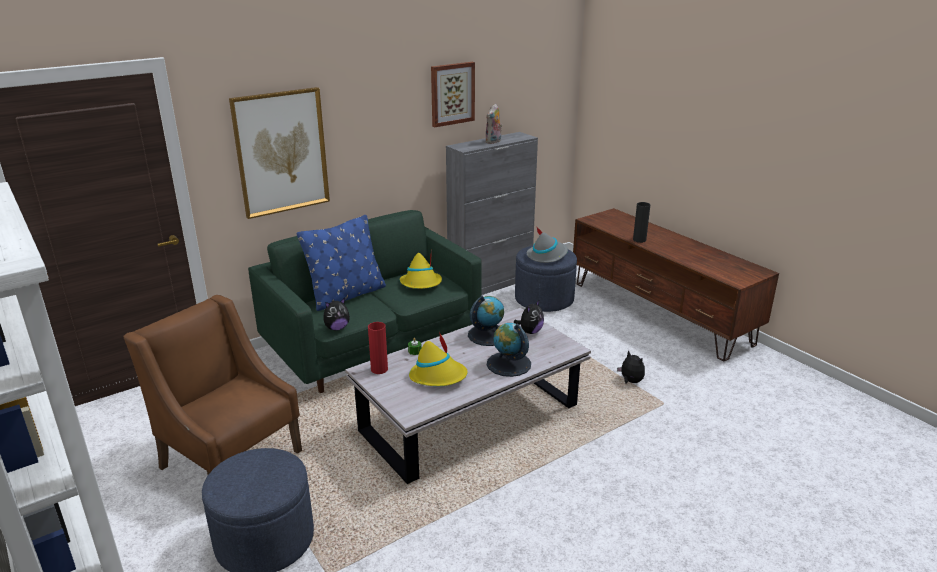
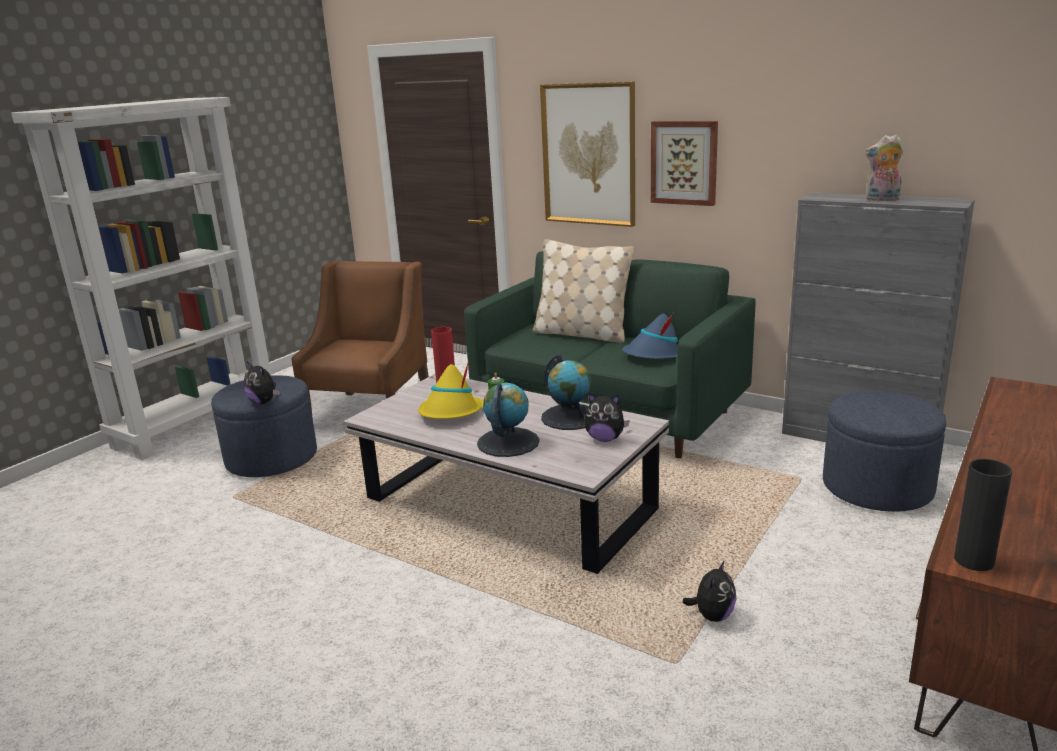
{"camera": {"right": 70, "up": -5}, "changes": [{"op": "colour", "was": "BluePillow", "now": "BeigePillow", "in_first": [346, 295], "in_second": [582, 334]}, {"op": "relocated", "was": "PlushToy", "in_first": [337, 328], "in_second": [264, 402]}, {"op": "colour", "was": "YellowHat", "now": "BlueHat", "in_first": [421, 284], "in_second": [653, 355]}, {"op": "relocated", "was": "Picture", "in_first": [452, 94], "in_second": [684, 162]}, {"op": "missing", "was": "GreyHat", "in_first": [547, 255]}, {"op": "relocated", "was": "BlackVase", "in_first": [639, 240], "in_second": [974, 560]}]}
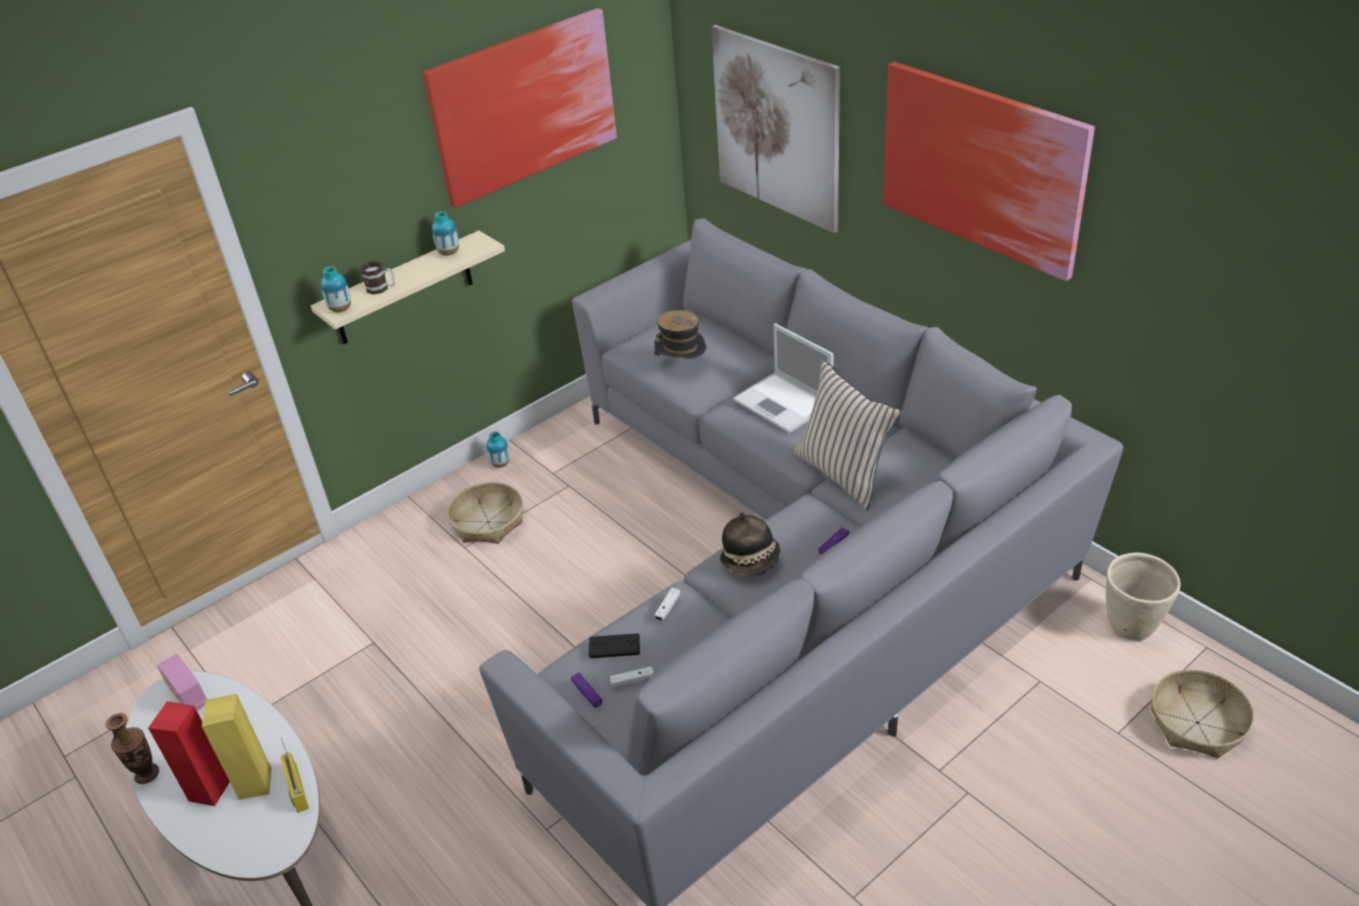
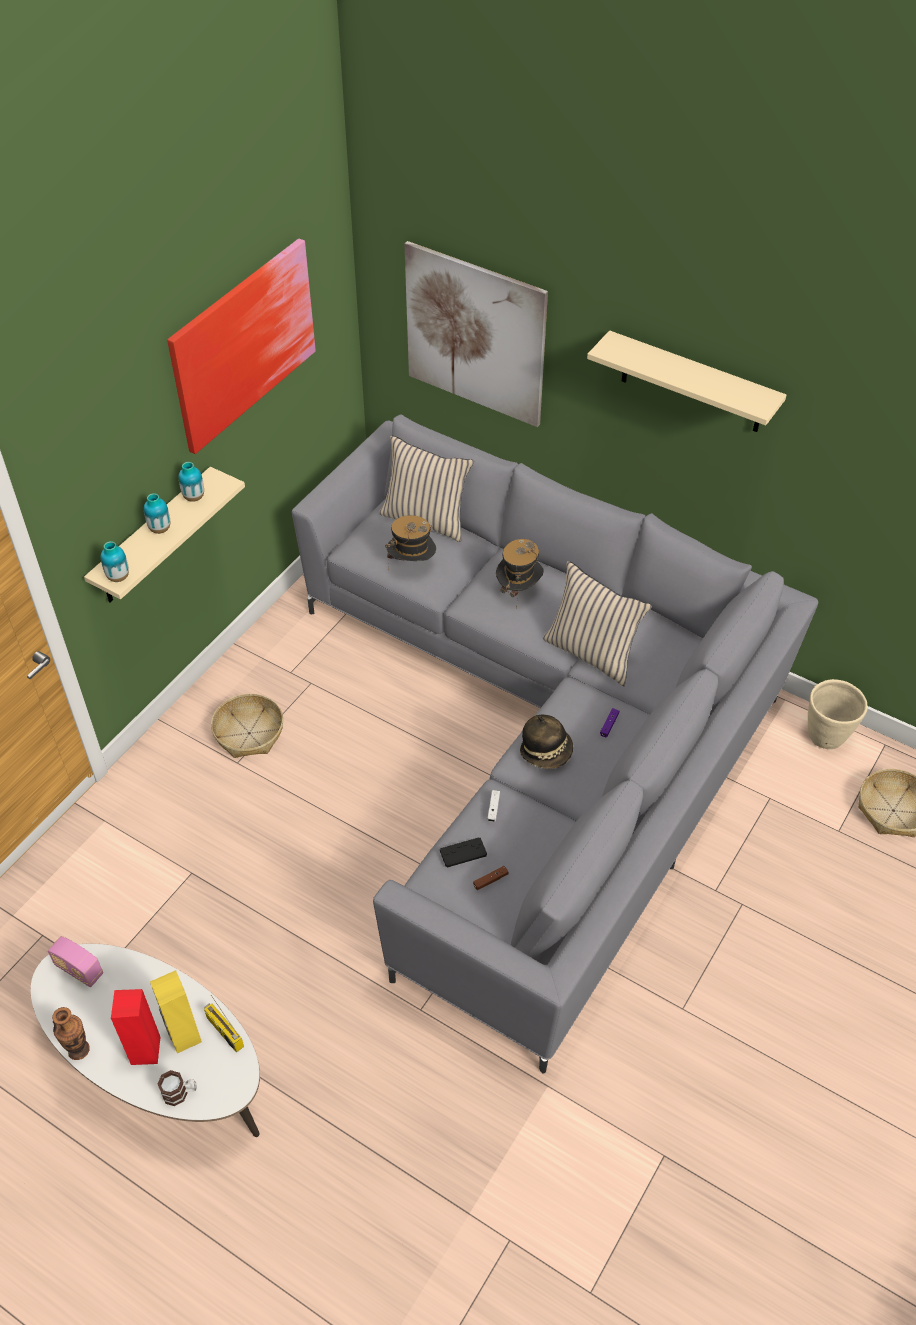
{"camera": {"right": -20, "up": 10}, "changes": [{"op": "relocated", "was": "Mug", "in_first": [382, 288], "in_second": [180, 1093]}, {"op": "relocated", "was": "Vase", "in_first": [500, 464], "in_second": [160, 529]}, {"op": "missing", "was": "PurpleGameController", "in_first": [587, 693]}, {"op": "colour", "was": "WhiteGameController", "now": "BrownGameController", "in_first": [632, 680], "in_second": [490, 880]}, {"op": "exchanged", "was": "Laptop", "now": "Hat", "in_first": [784, 403], "in_second": [518, 590]}, {"op": "exchanged", "was": "Picture", "now": "BeigeShelf", "in_first": [982, 167], "in_second": [692, 383]}, {"op": "appeared", "now": "BeigePillow", "in_second": [426, 519]}]}
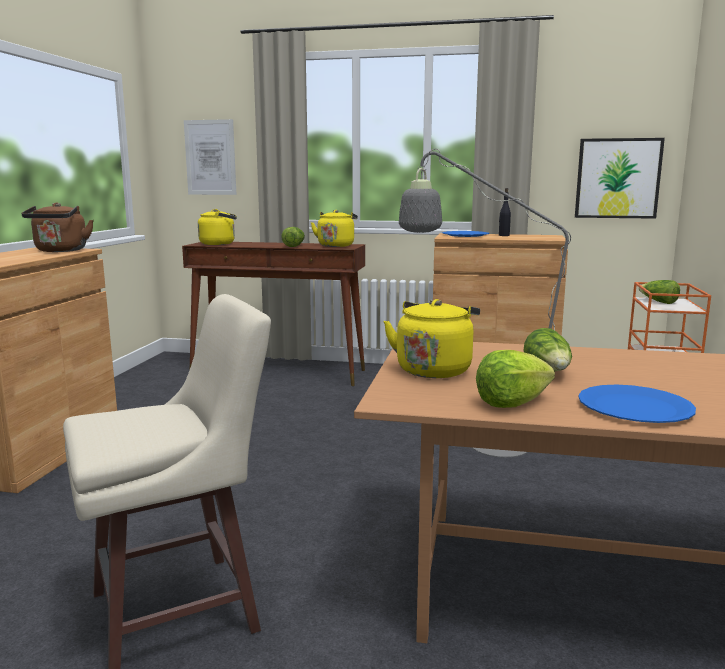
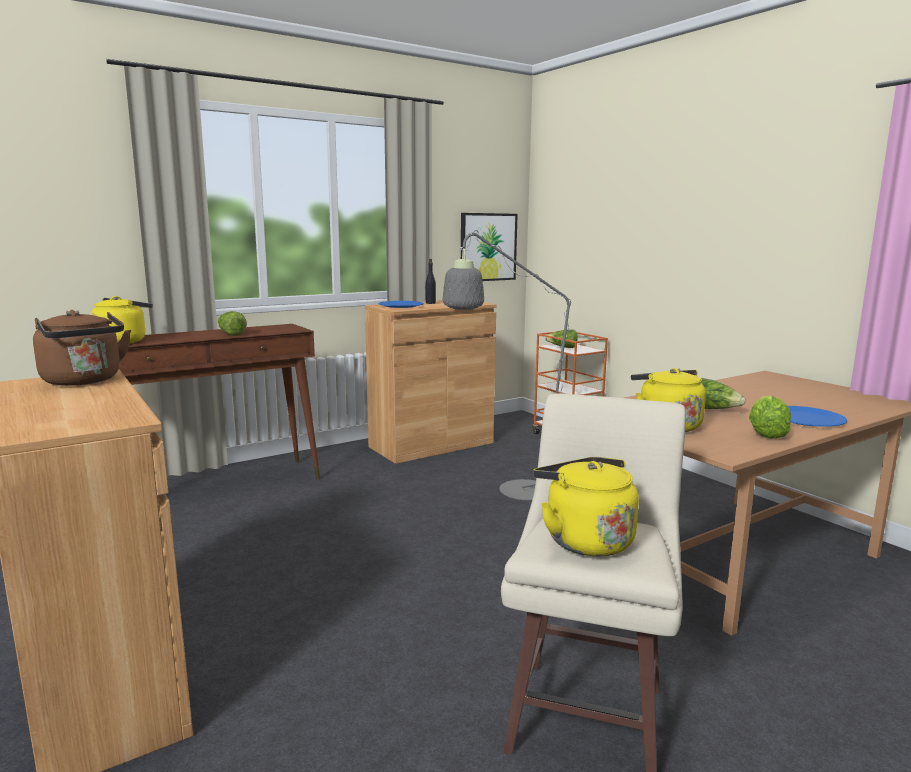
{"camera": {"right": -45, "up": 0}, "changes": [{"op": "missing", "was": "Picture", "in_first": [210, 157]}, {"op": "relocated", "was": "YellowKettle", "in_first": [336, 245], "in_second": [584, 540]}]}
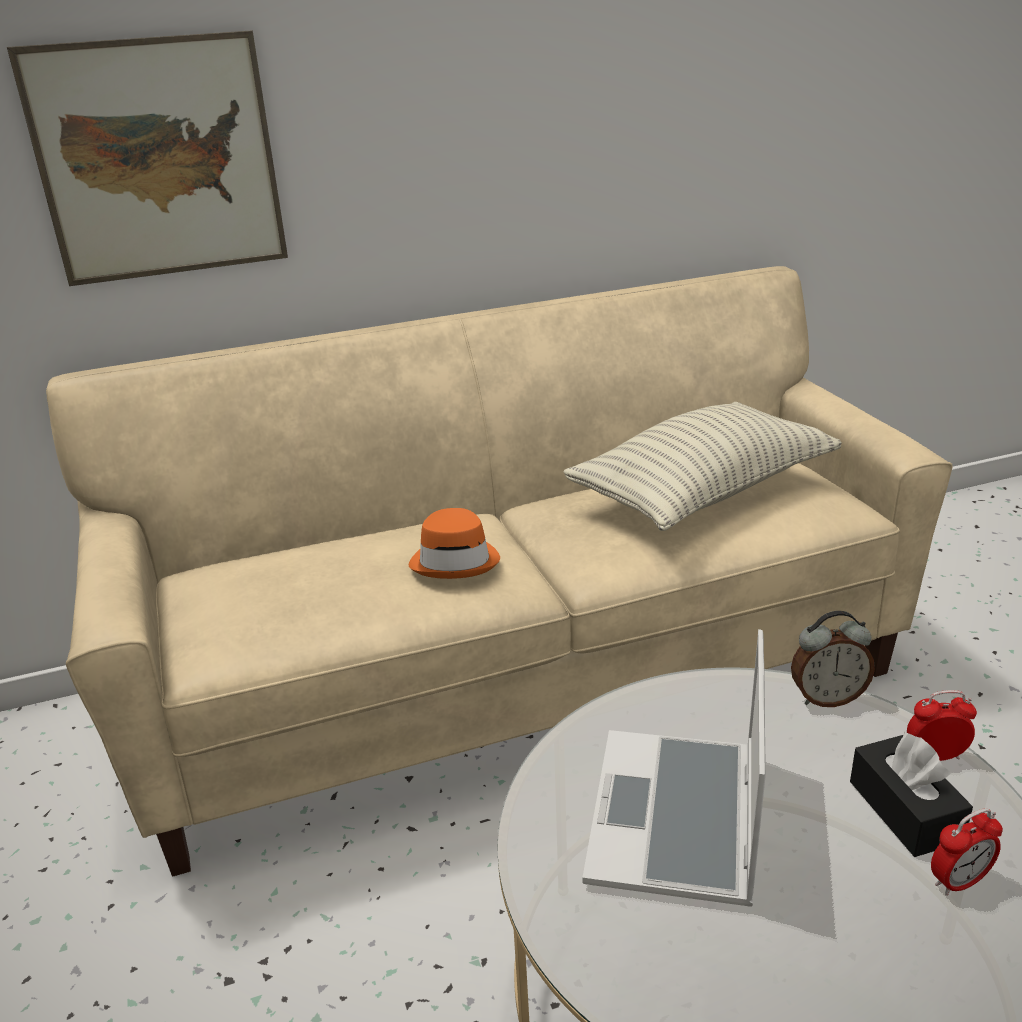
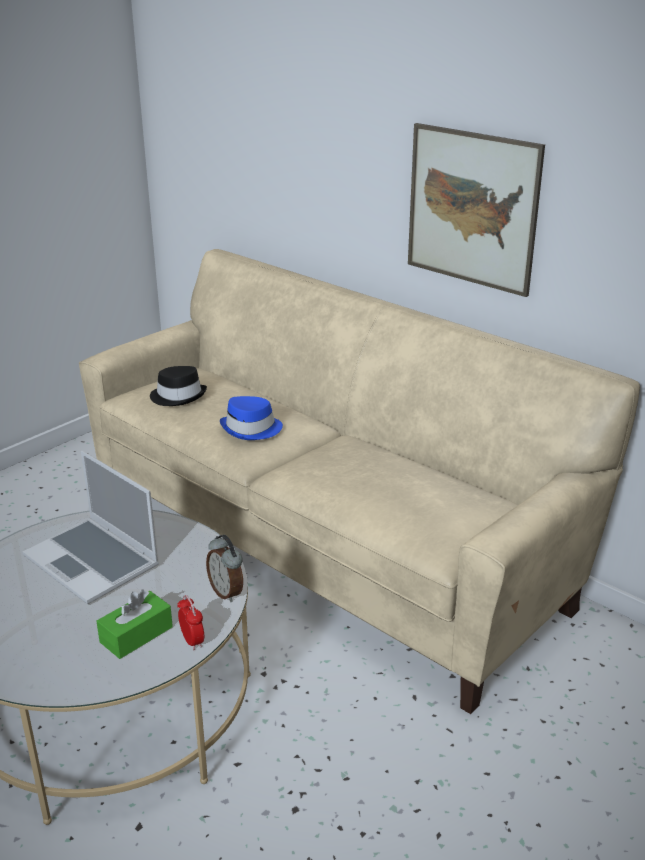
{"camera": {"right": 60, "up": 0}, "changes": [{"op": "relocated", "was": "Picture", "in_first": [158, 160], "in_second": [472, 208]}, {"op": "colour", "was": "OrangeHat", "now": "BlueHat", "in_first": [456, 561], "in_second": [251, 429]}, {"op": "missing", "was": "Pillow", "in_first": [702, 492]}, {"op": "spun", "was": "Laptop", "in_first": [678, 820], "in_second": [94, 562], "clockwise": -120}, {"op": "colour", "was": "BlackTissueBox", "now": "GreenTissueBox", "in_first": [905, 811], "in_second": [136, 635]}, {"op": "missing", "was": "AlarmClock", "in_first": [959, 881]}, {"op": "appeared", "now": "BlackHat", "in_second": [178, 396]}]}
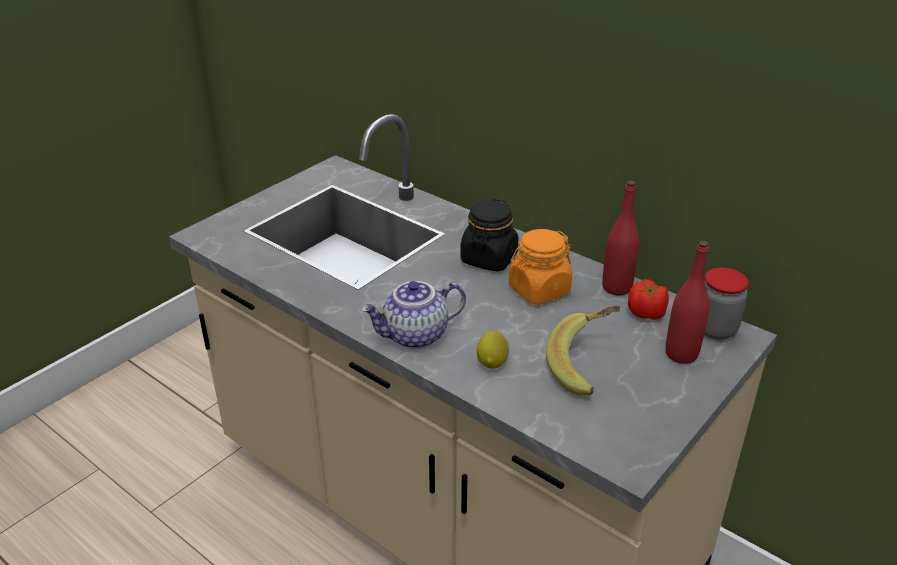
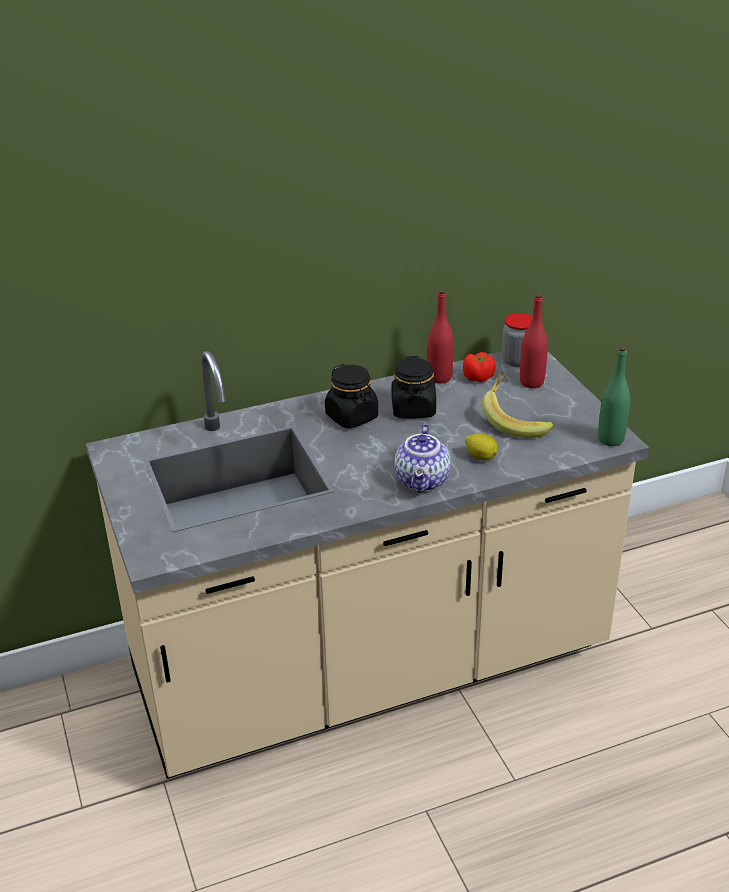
{"camera": {"right": -60, "up": 0}, "changes": [{"op": "colour", "was": "OrangeJar", "now": "BlackJar", "in_first": [539, 290], "in_second": [413, 409]}, {"op": "appeared", "now": "GreenBottle", "in_second": [610, 439]}]}
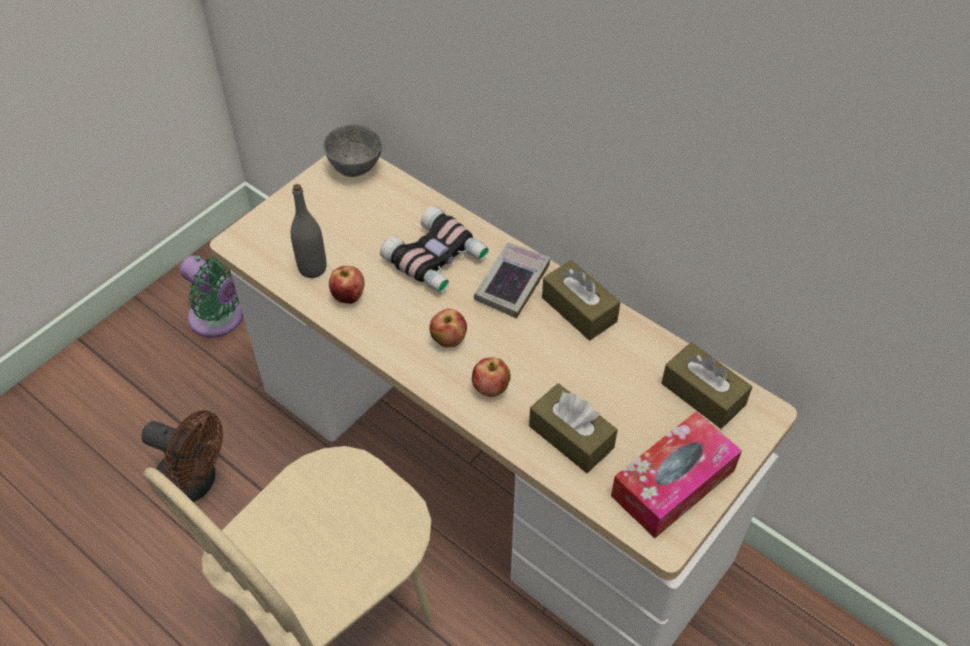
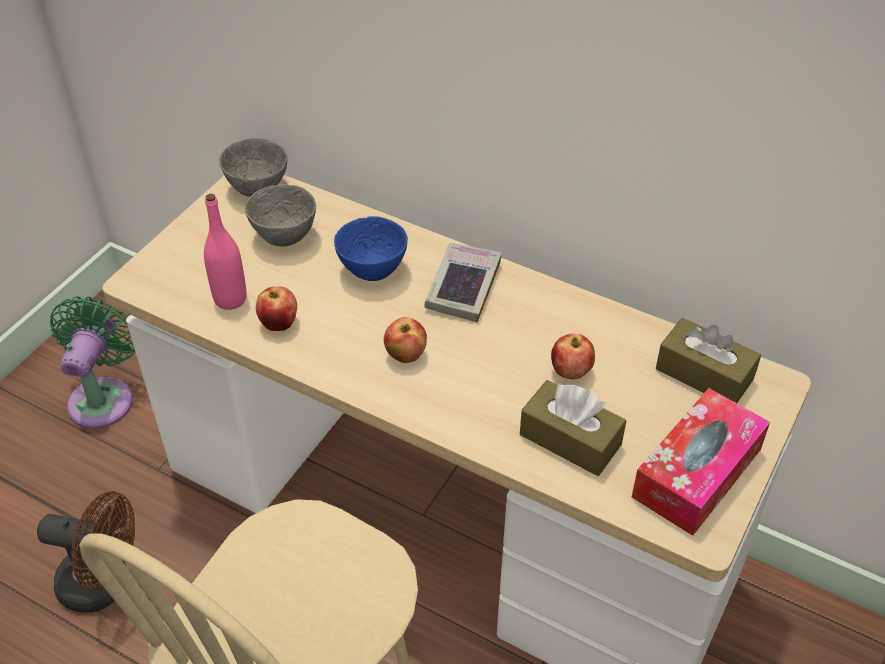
{"camera": {"right": -10, "up": -5}, "changes": [{"op": "spun", "was": "GreenFan", "in_first": [220, 319], "in_second": [103, 397], "clockwise": -105}, {"op": "colour", "was": "GreyBottle", "now": "PinkBottle", "in_first": [312, 268], "in_second": [230, 299]}, {"op": "exchanged", "was": "Binoculars", "now": "BlueBowl", "in_first": [437, 259], "in_second": [373, 272]}, {"op": "relocated", "was": "Apple", "in_first": [490, 389], "in_second": [570, 372]}, {"op": "missing", "was": "BrownTissueBox", "in_first": [579, 309]}, {"op": "appeared", "now": "GreyBowl", "in_second": [284, 238]}]}
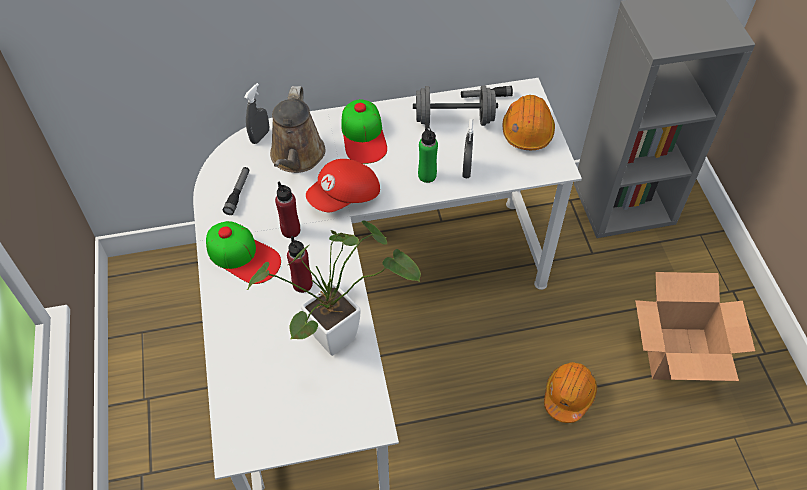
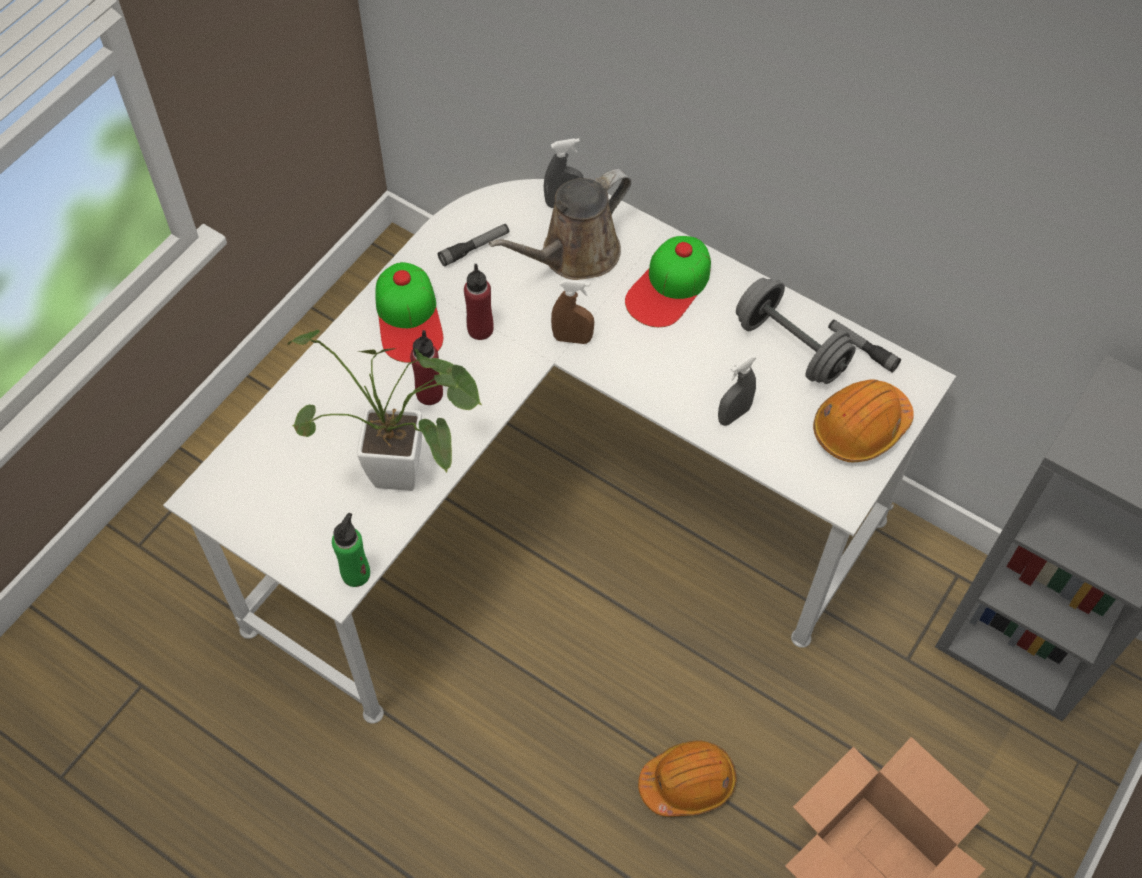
{"camera": {"right": 45, "up": 5}, "changes": [{"op": "exchanged", "was": "RedCap", "now": "BrownSprayBottle", "in_first": [345, 197], "in_second": [572, 338]}, {"op": "relocated", "was": "GreenBottle", "in_first": [427, 175], "in_second": [356, 573]}]}
